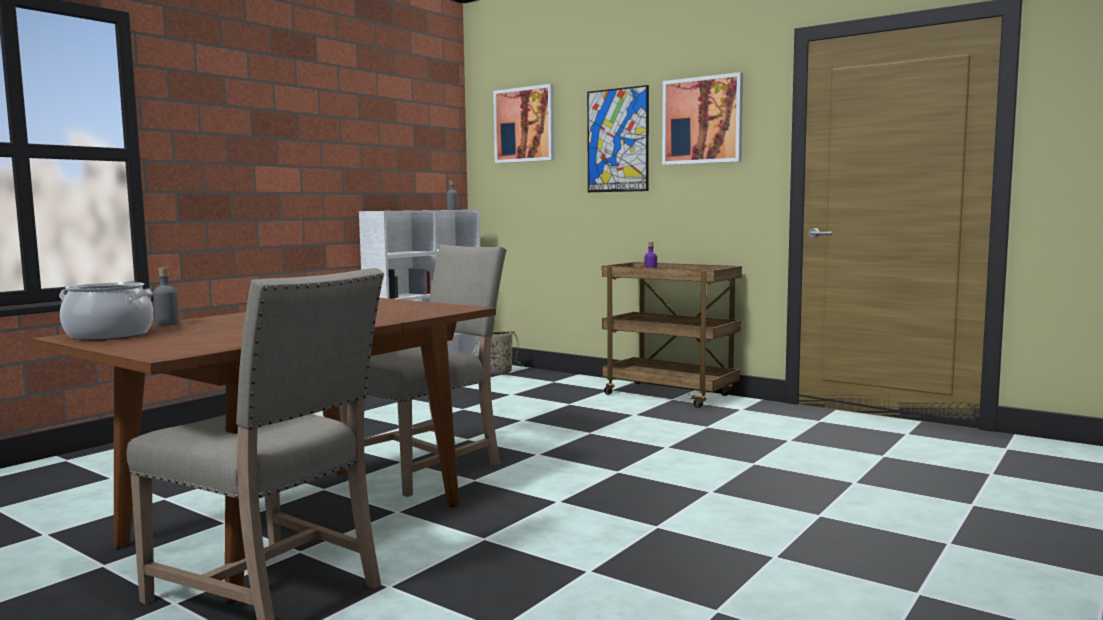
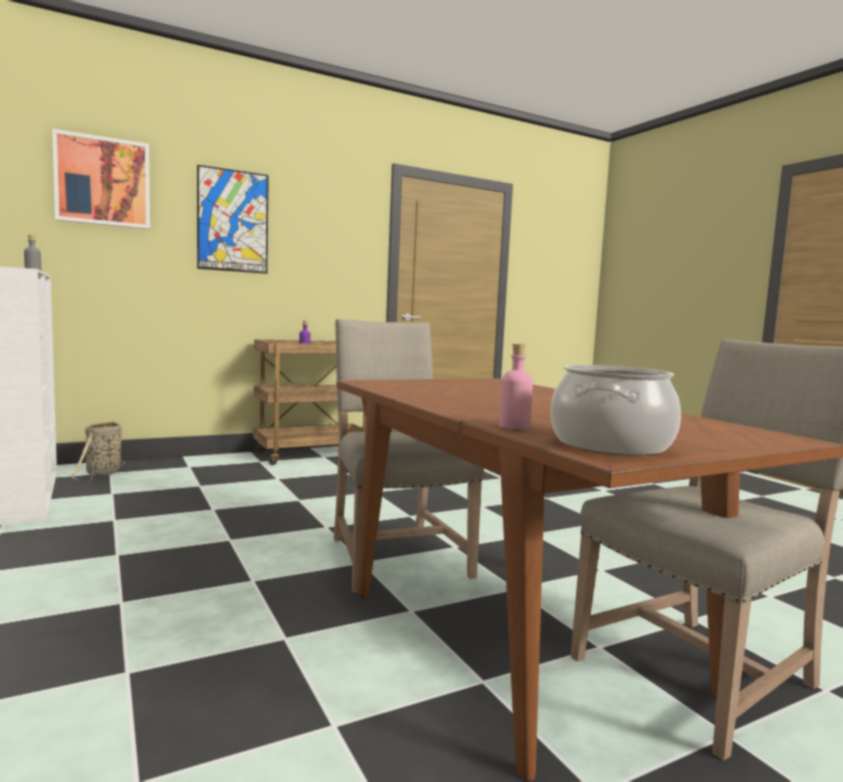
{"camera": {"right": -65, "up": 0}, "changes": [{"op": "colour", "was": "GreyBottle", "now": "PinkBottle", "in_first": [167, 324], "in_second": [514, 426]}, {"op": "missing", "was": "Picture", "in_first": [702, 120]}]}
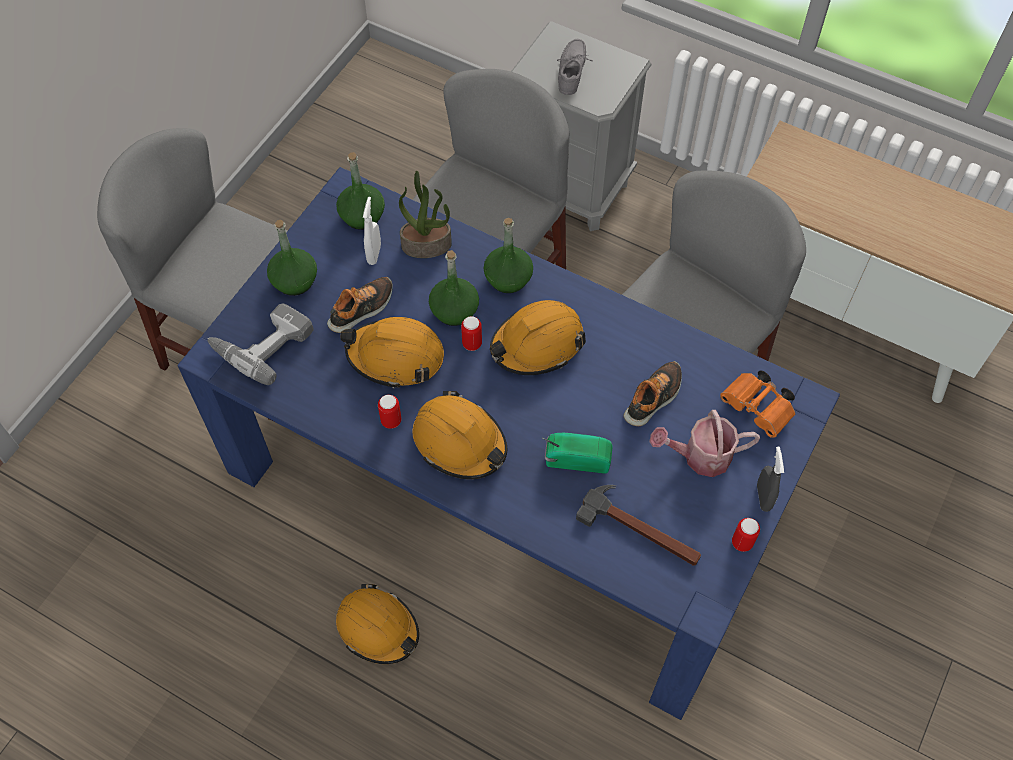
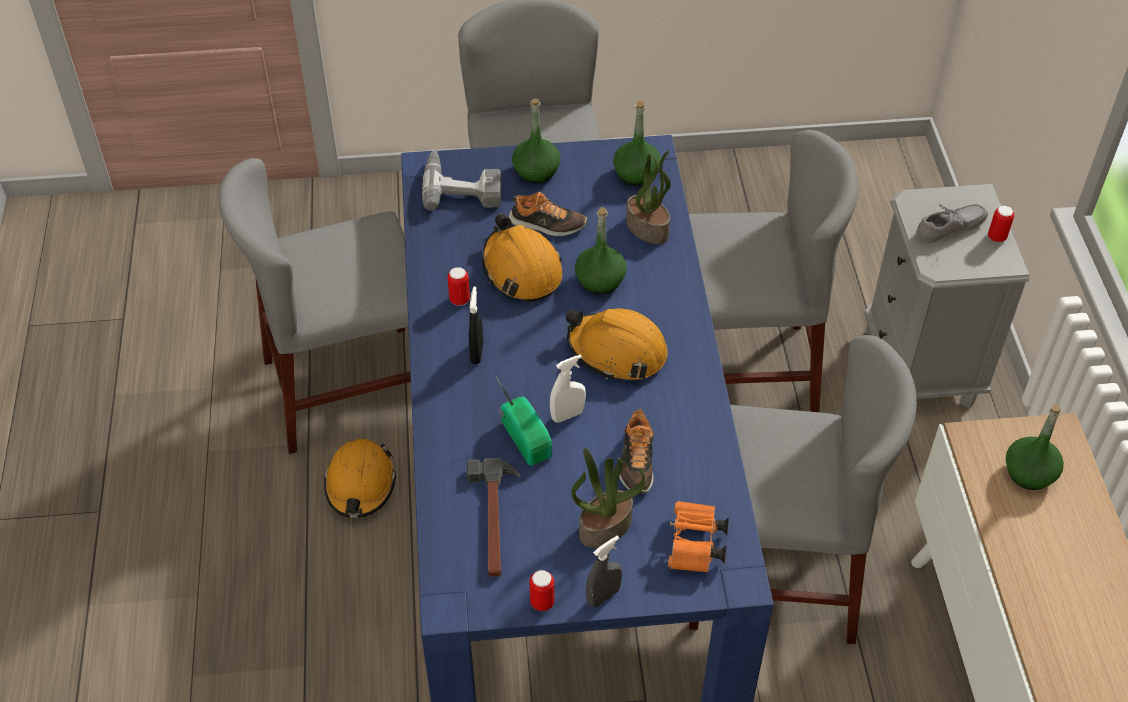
{"camera": {"right": 55, "up": -10}, "changes": [{"op": "relocated", "was": "WhiteSprayBottle", "in_first": [374, 254], "in_second": [567, 415]}, {"op": "exchanged", "was": "OrangeHardHat", "now": "BlackSprayBottle", "in_first": [460, 442], "in_second": [476, 353]}, {"op": "relocated", "was": "Can", "in_first": [472, 343], "in_second": [997, 237]}, {"op": "relocated", "was": "GreenBottle", "in_first": [508, 278], "in_second": [1029, 473]}, {"op": "spun", "was": "Shoe", "in_first": [654, 398], "in_second": [636, 461], "clockwise": 90}, {"op": "exchanged", "was": "WateringCan", "now": "PottedPlant", "in_first": [700, 456], "in_second": [605, 526]}, {"op": "appeared", "now": "GreyChair", "in_second": [348, 387]}]}
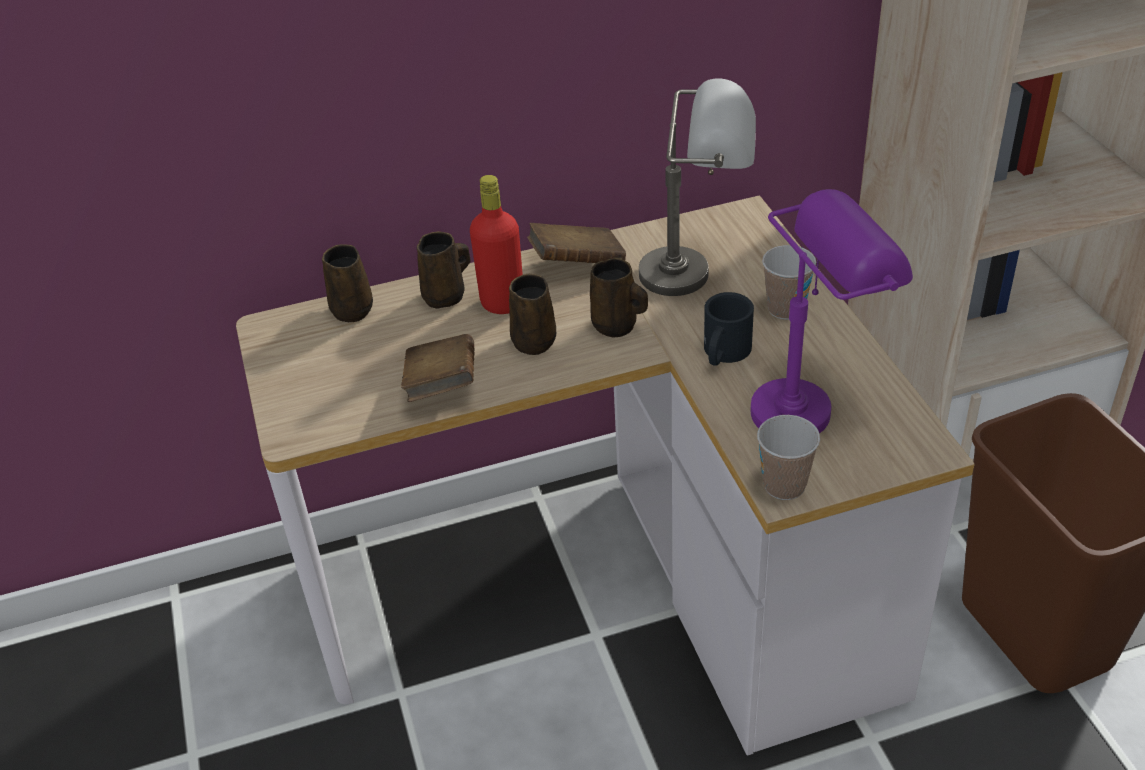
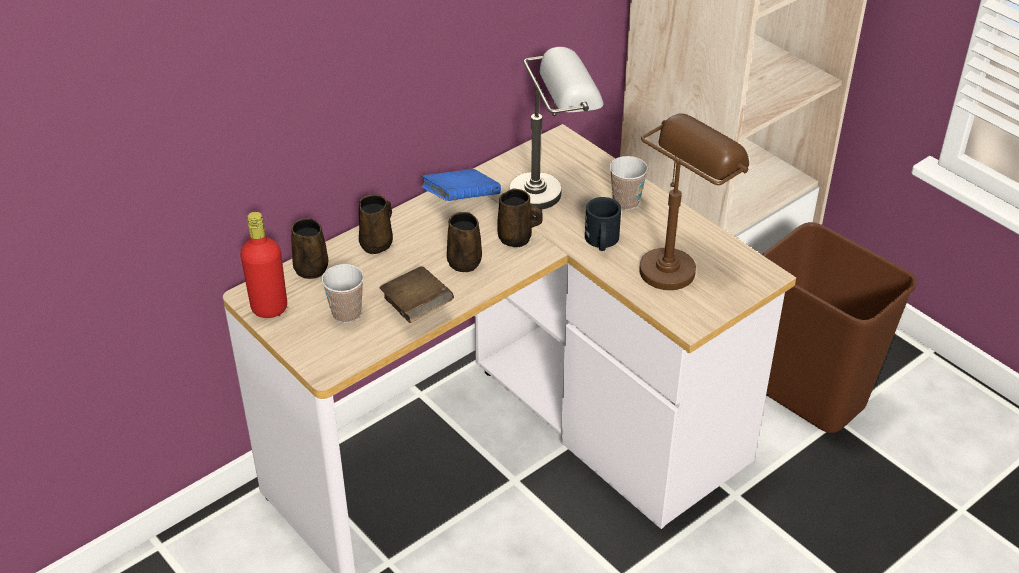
{"camera": {"right": -25, "up": 0}, "changes": [{"op": "relocated", "was": "RedBottle", "in_first": [502, 303], "in_second": [269, 308]}, {"op": "colour", "was": "BrownBook", "now": "BlueBook", "in_first": [577, 264], "in_second": [461, 200]}, {"op": "colour", "was": "PurpleTableLamp", "now": "BrownTableLamp", "in_first": [814, 403], "in_second": [679, 262]}, {"op": "relocated", "was": "Cup", "in_first": [784, 485], "in_second": [346, 313]}]}
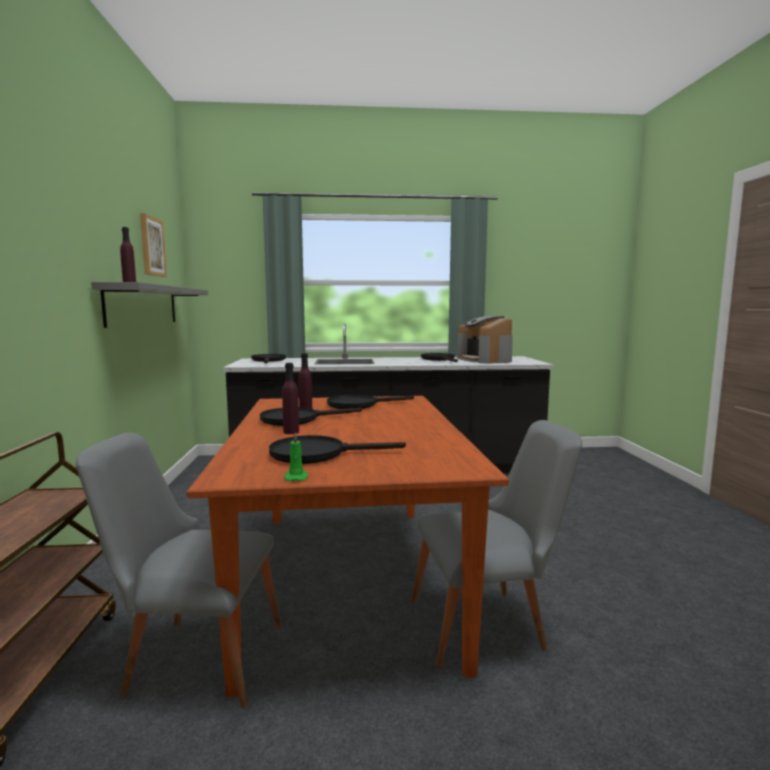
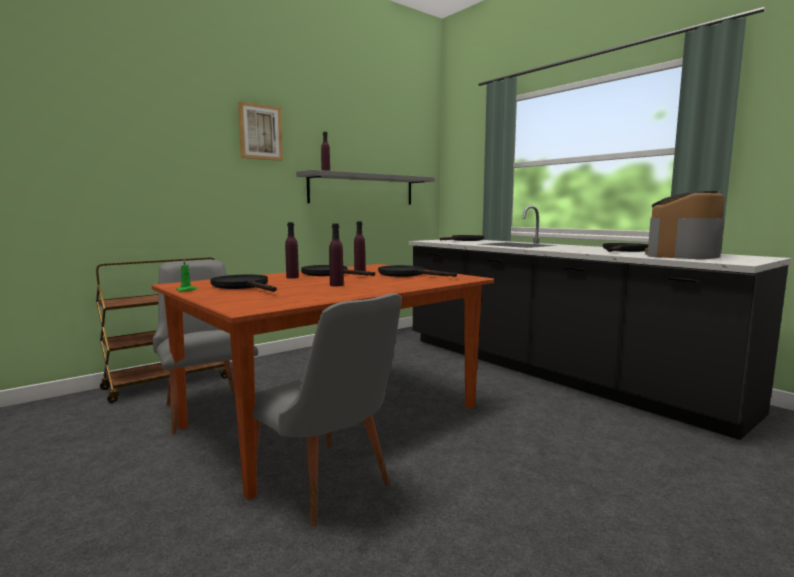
{"camera": {"right": 55, "up": 0}, "changes": [{"op": "relocated", "was": "Picture", "in_first": [151, 246], "in_second": [260, 132]}, {"op": "appeared", "now": "PurpleBottle", "in_second": [336, 285]}]}
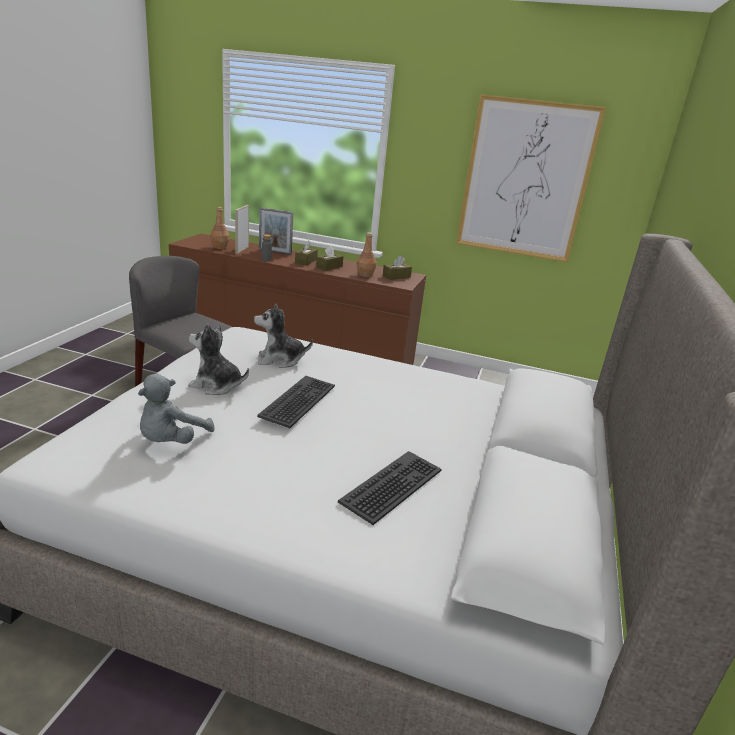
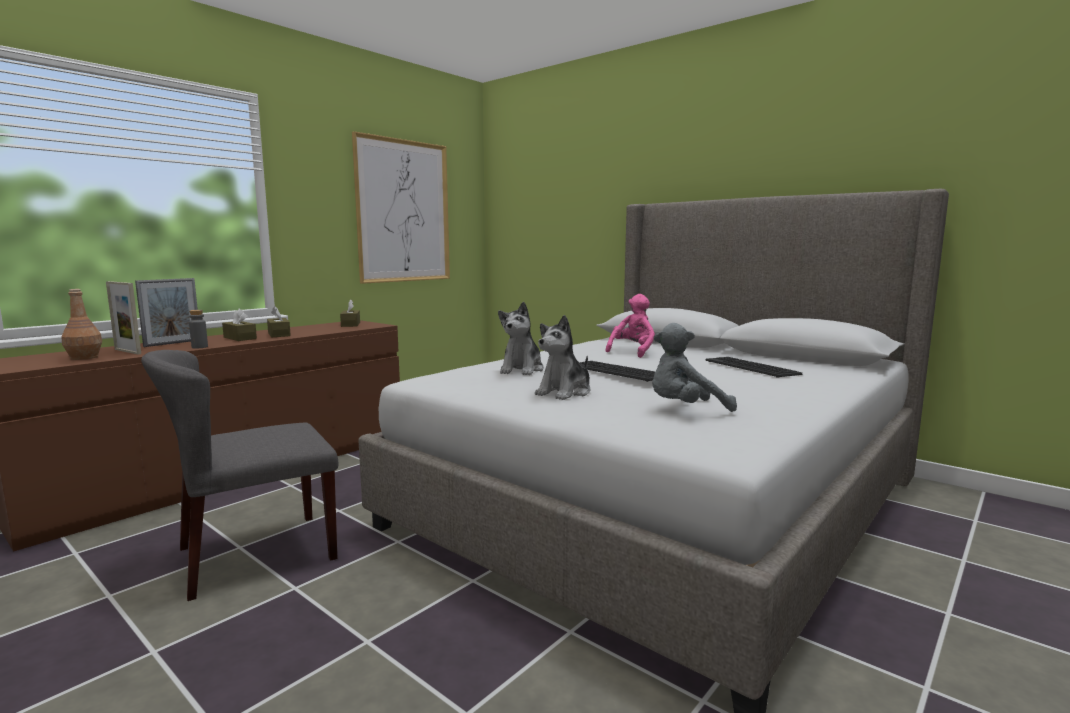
{"camera": {"right": -65, "up": -15}, "changes": [{"op": "spun", "was": "GreyPlushToy", "in_first": [171, 441], "in_second": [685, 409], "clockwise": 120}, {"op": "missing", "was": "BrownBottle", "in_first": [365, 275]}, {"op": "appeared", "now": "PinkPlushToy", "in_second": [633, 351]}]}
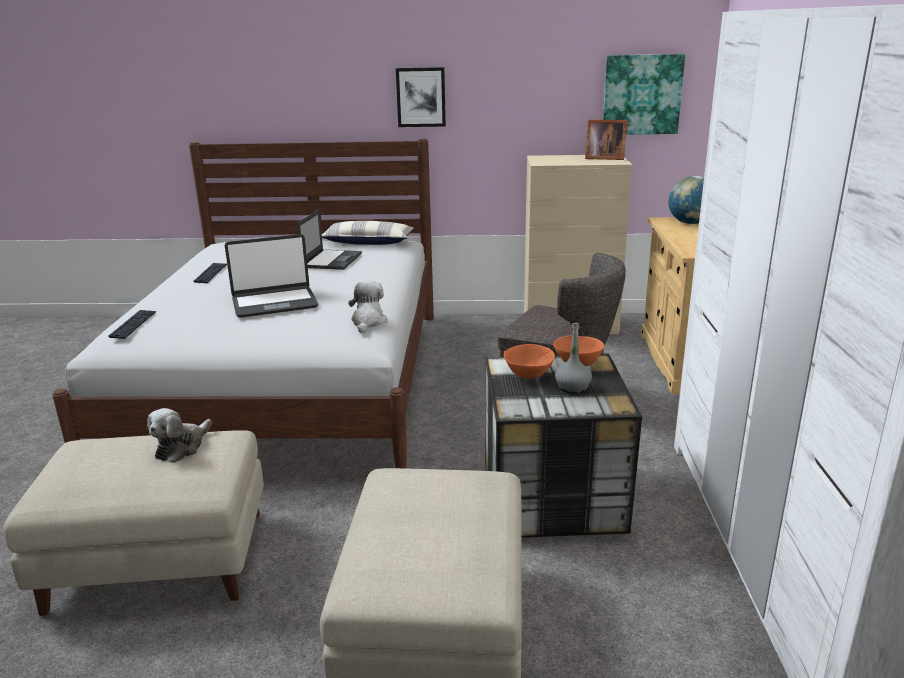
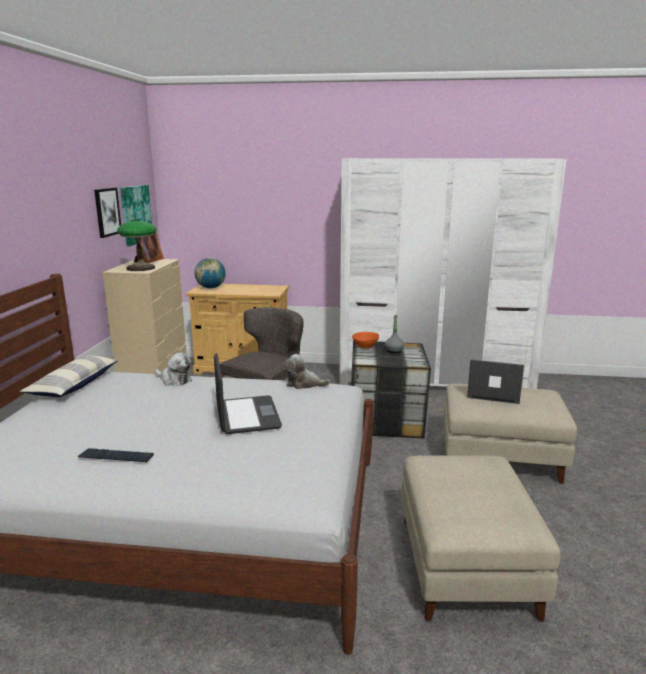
{"camera": {"right": -85, "up": -5}, "changes": [{"op": "missing", "was": "Keyboard", "in_first": [133, 325]}, {"op": "relocated", "was": "PlushToy", "in_first": [181, 447], "in_second": [174, 380]}, {"op": "relocated", "was": "Laptop", "in_first": [332, 260], "in_second": [492, 393]}, {"op": "relocated", "was": "Picture", "in_first": [421, 97], "in_second": [107, 212]}, {"op": "missing", "was": "OrangeBowl", "in_first": [528, 374]}, {"op": "appeared", "now": "TableLamp", "in_second": [140, 268]}]}
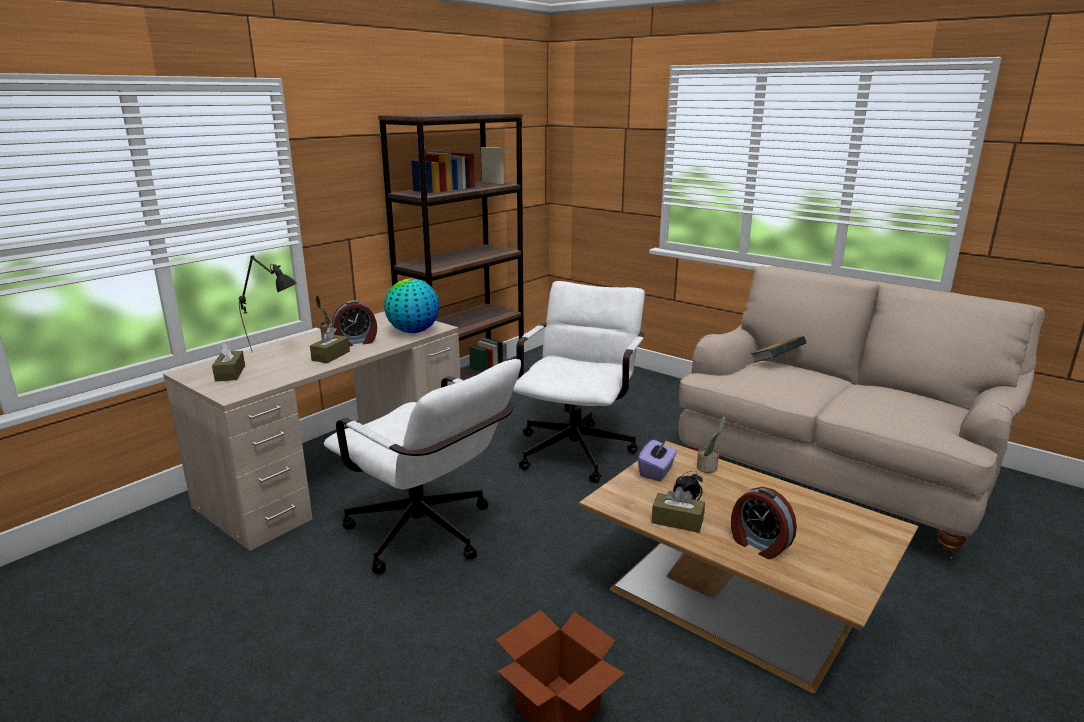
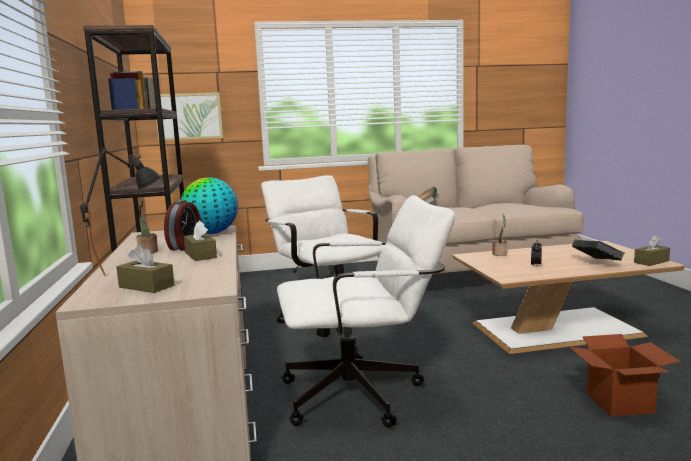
{"camera": {"right": -50, "up": -10}, "changes": [{"op": "missing", "was": "PurpleTissueBox", "in_first": [656, 472]}, {"op": "relocated", "was": "BrownTissueBox", "in_first": [677, 521], "in_second": [651, 262]}, {"op": "exchanged", "was": "AlarmClock", "now": "Book", "in_first": [758, 545], "in_second": [596, 263]}, {"op": "appeared", "now": "Picture", "in_second": [189, 116]}]}
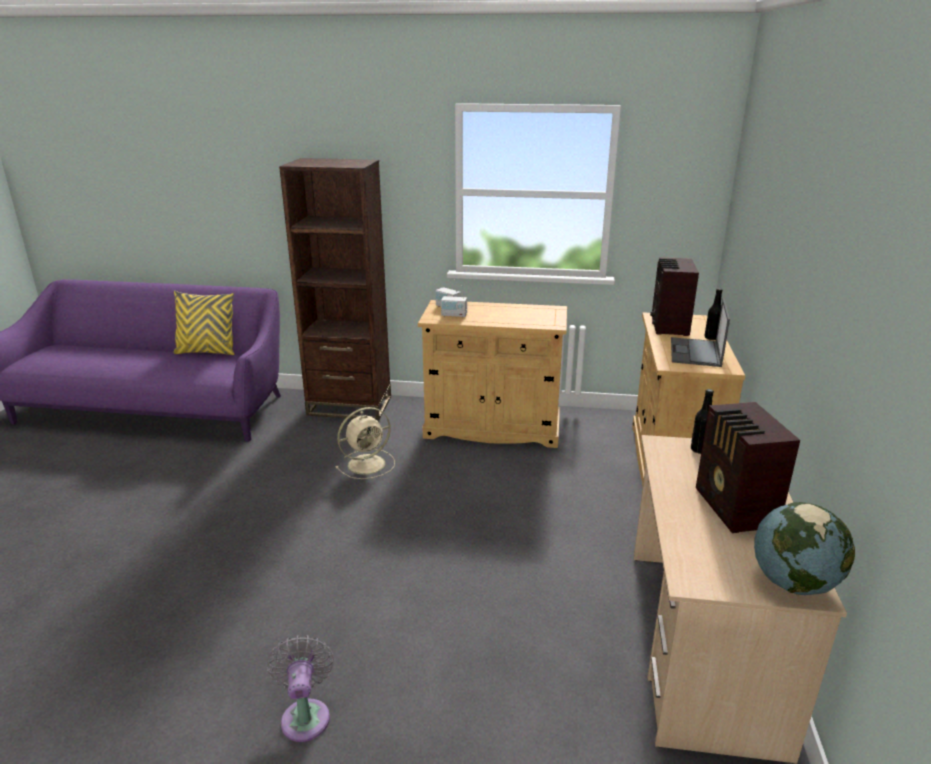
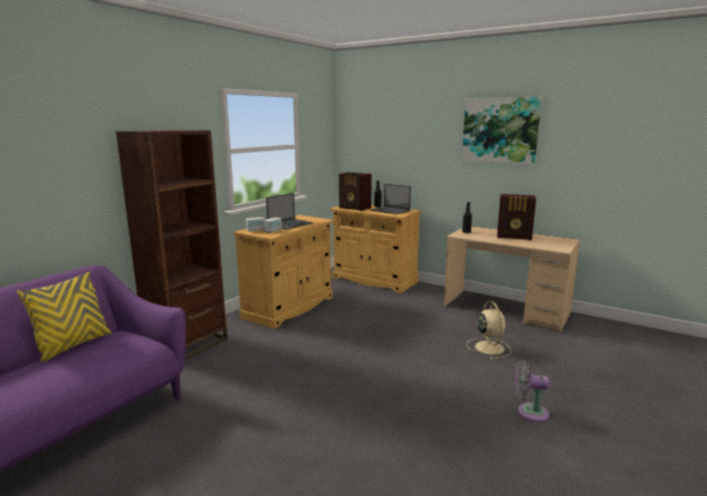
{"camera": {"right": -65, "up": -10}, "changes": [{"op": "relocated", "was": "BeigeFan", "in_first": [368, 464], "in_second": [488, 347]}, {"op": "missing", "was": "Globe", "in_first": [793, 583]}, {"op": "appeared", "now": "Laptop", "in_second": [290, 224]}, {"op": "appeared", "now": "Picture", "in_second": [500, 130]}]}
